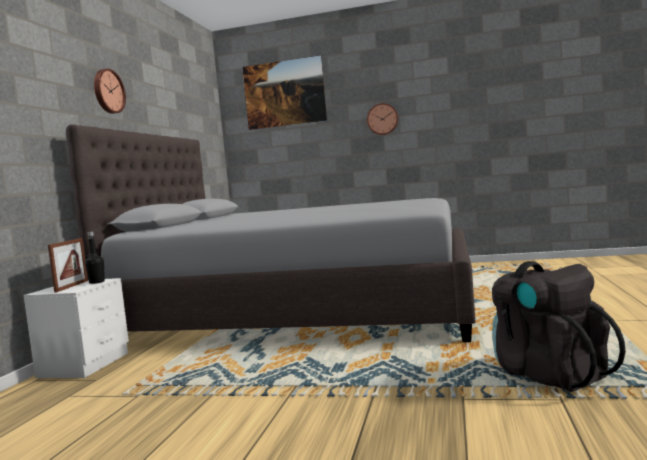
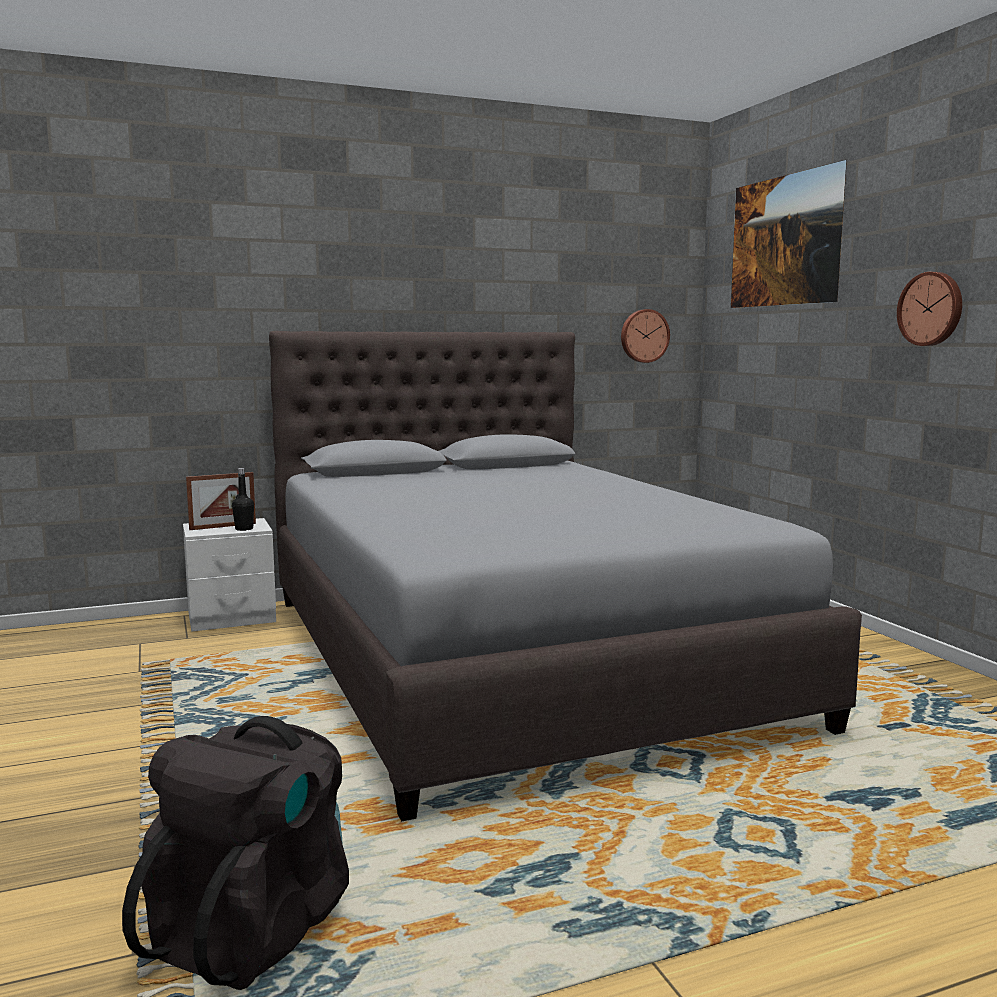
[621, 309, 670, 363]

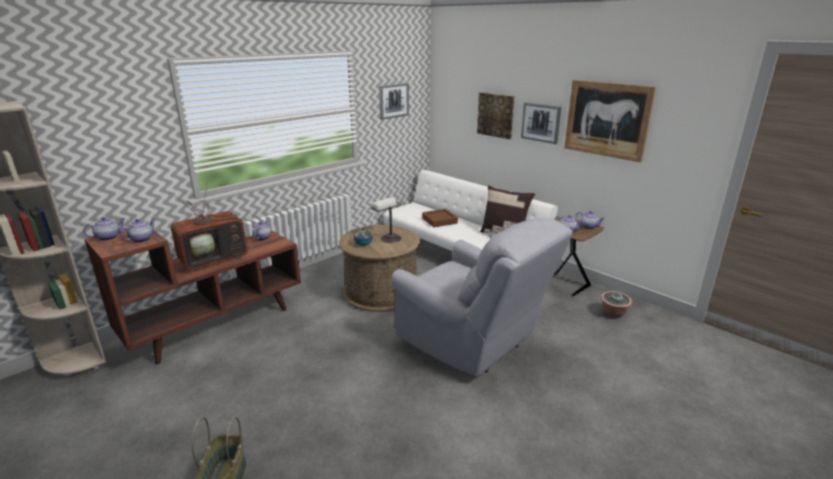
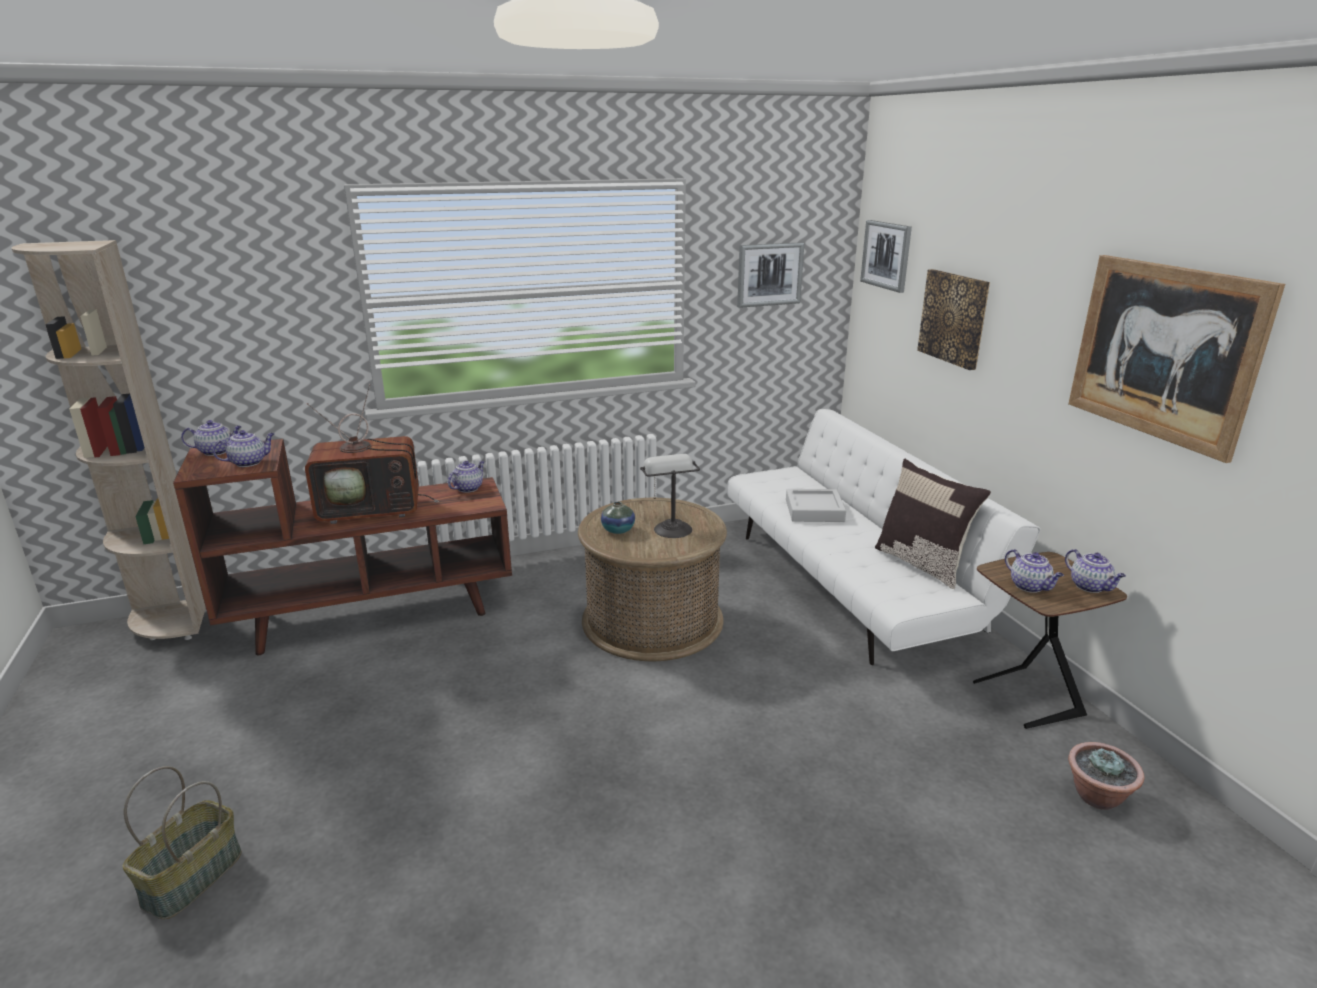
[391, 218, 573, 376] (first image)
[786, 489, 846, 522]
[860, 220, 912, 293]

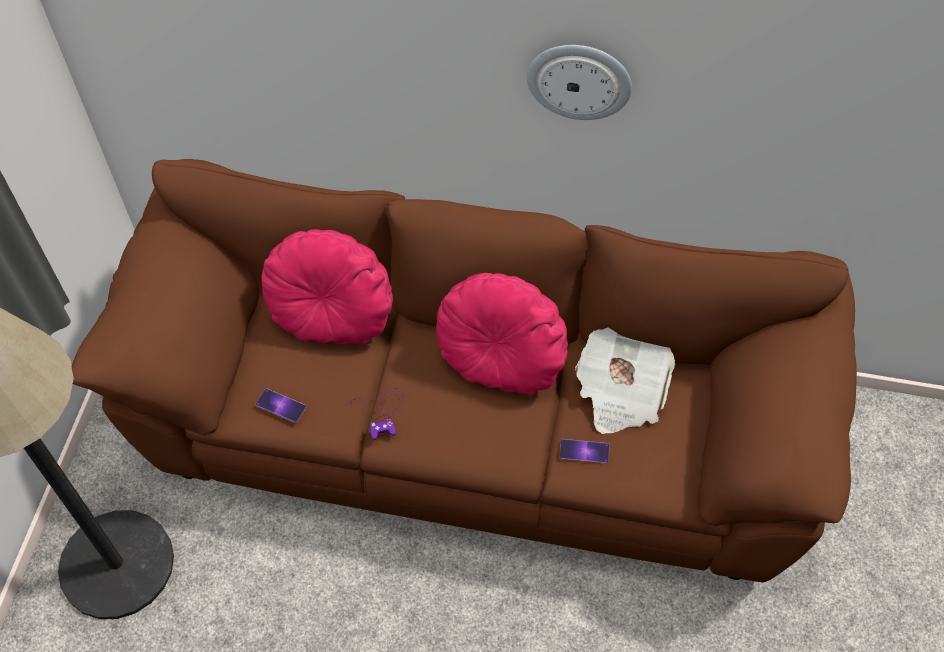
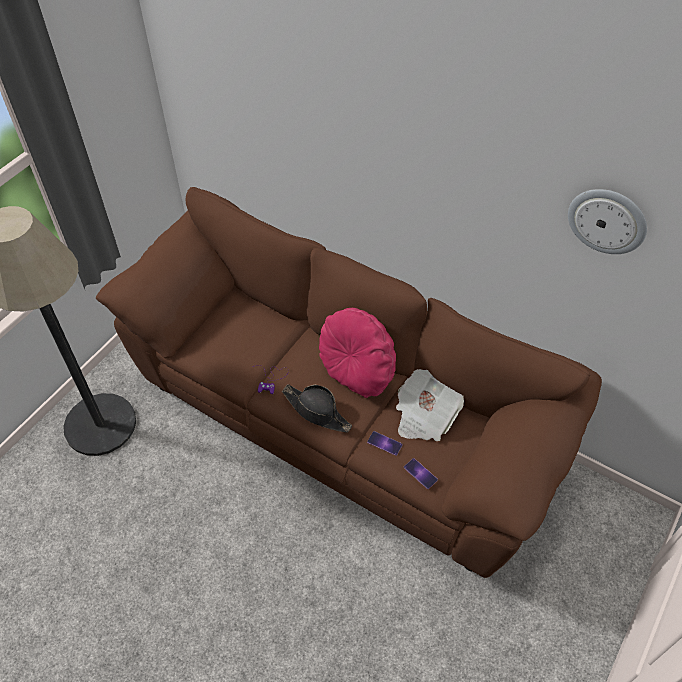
[404, 458, 438, 489]
[261, 229, 393, 344] (first image)
[568, 189, 647, 254]
[282, 384, 352, 433]

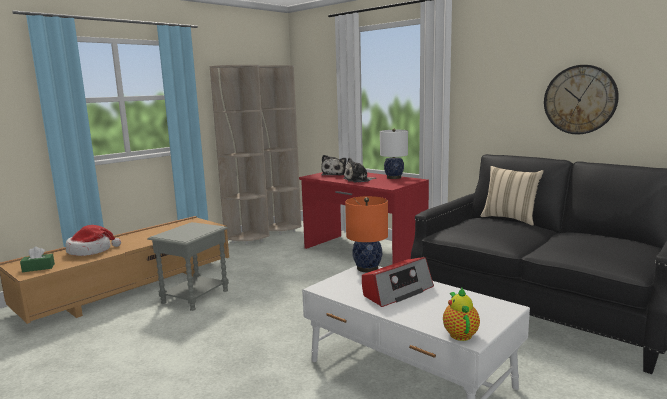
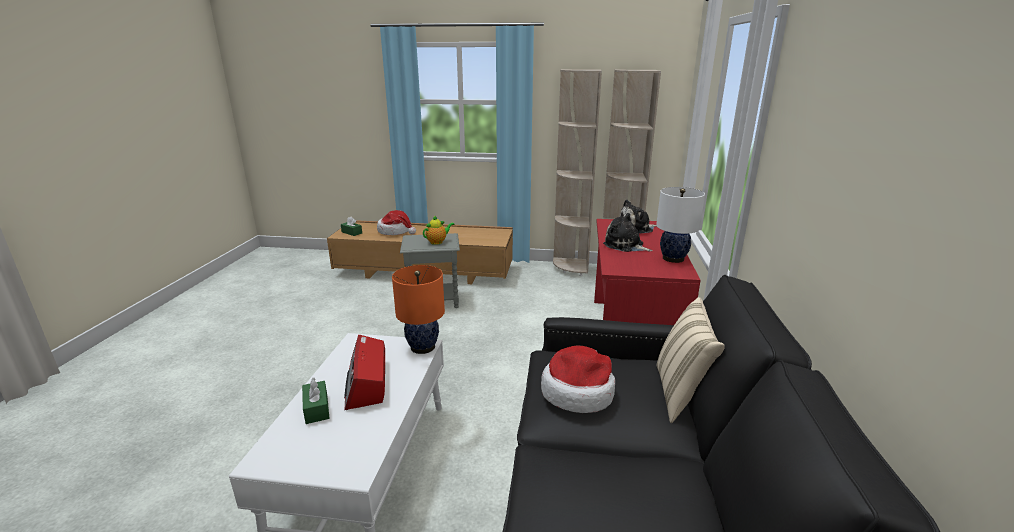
[344, 335, 385, 410]
[423, 215, 455, 245]
[544, 65, 619, 134] (first image)
[302, 378, 329, 424]
[541, 346, 615, 413]

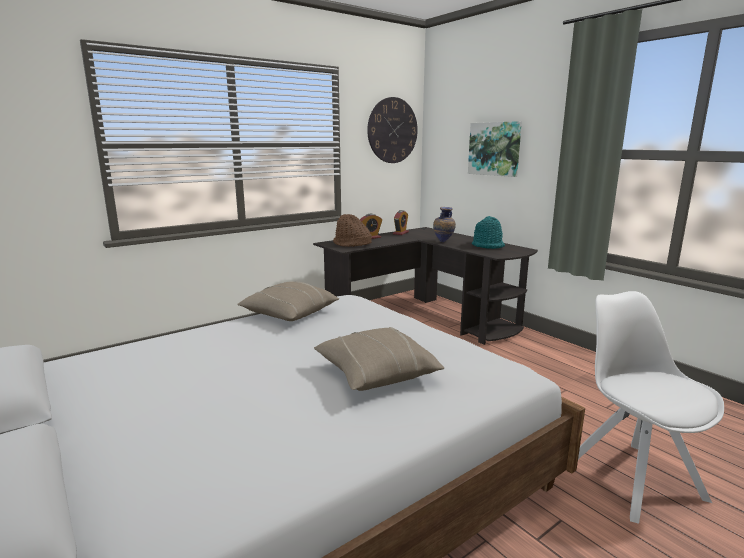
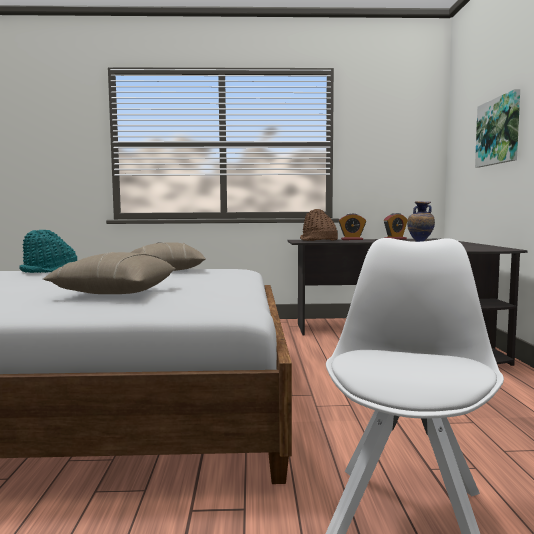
[367, 97, 418, 163] (first image)
[19, 230, 77, 273]

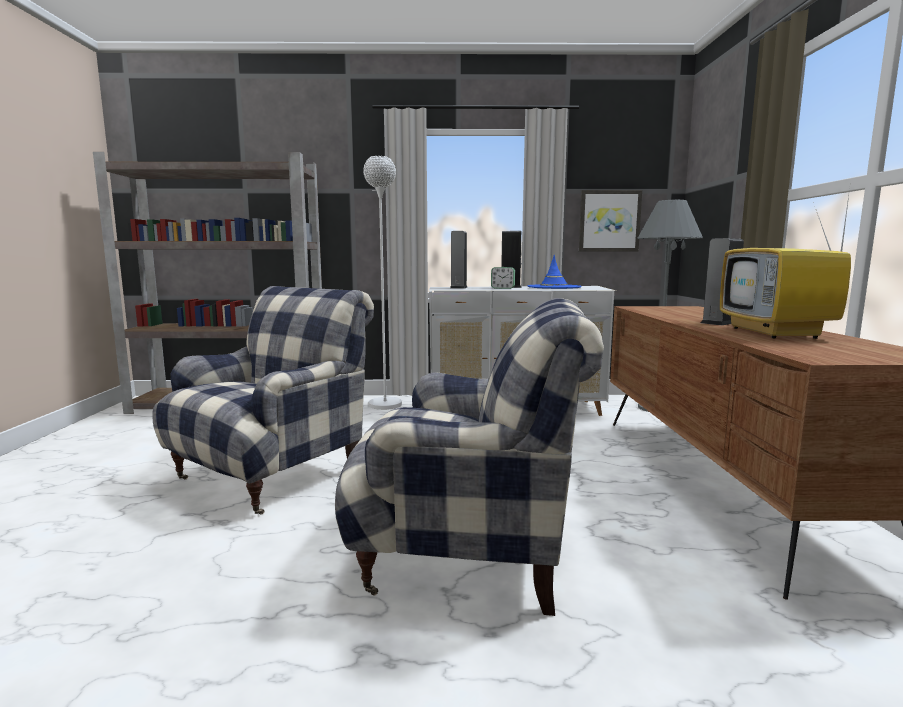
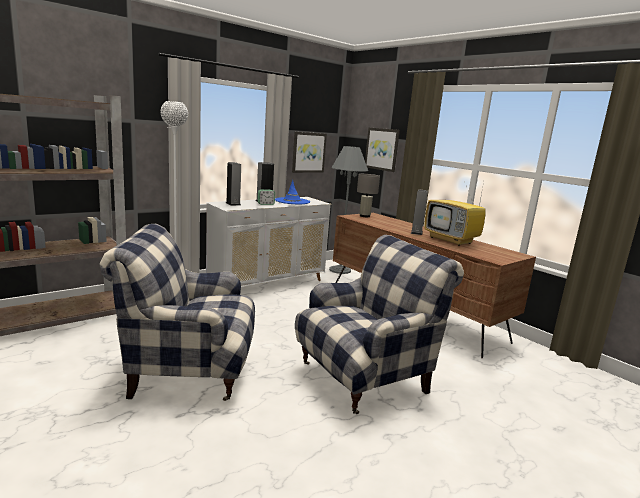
[100, 224, 255, 401]
[357, 174, 380, 217]
[365, 128, 400, 172]

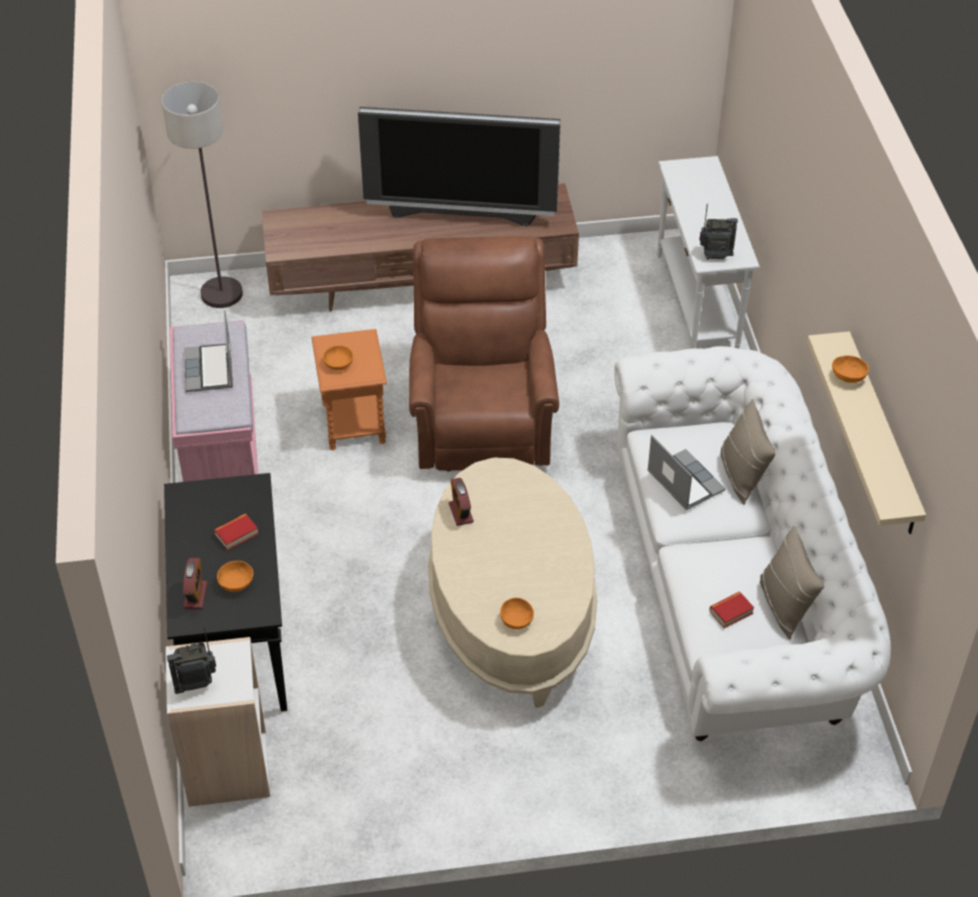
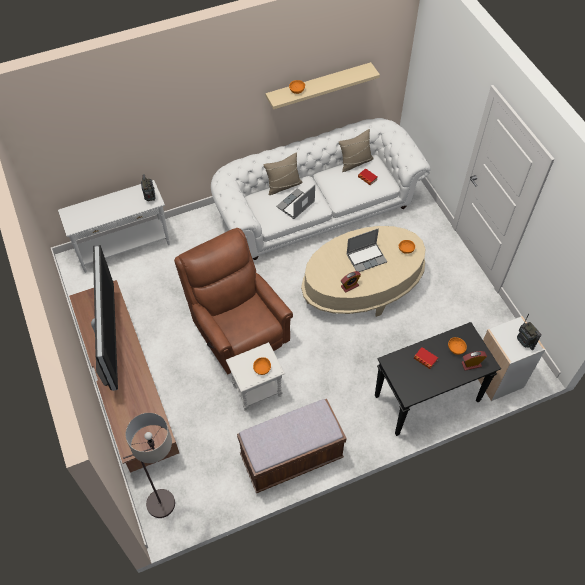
[237, 399, 347, 493]
[347, 228, 387, 272]
[226, 342, 285, 411]
[174, 228, 293, 374]

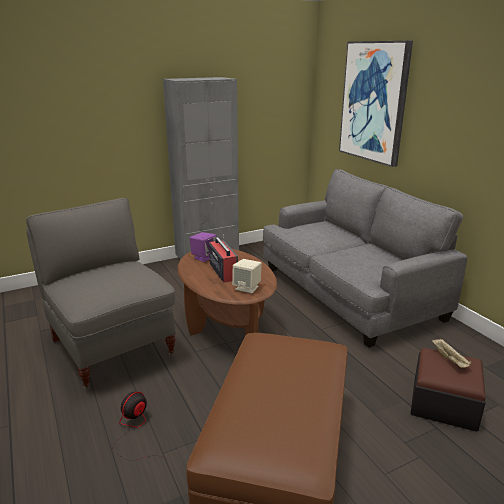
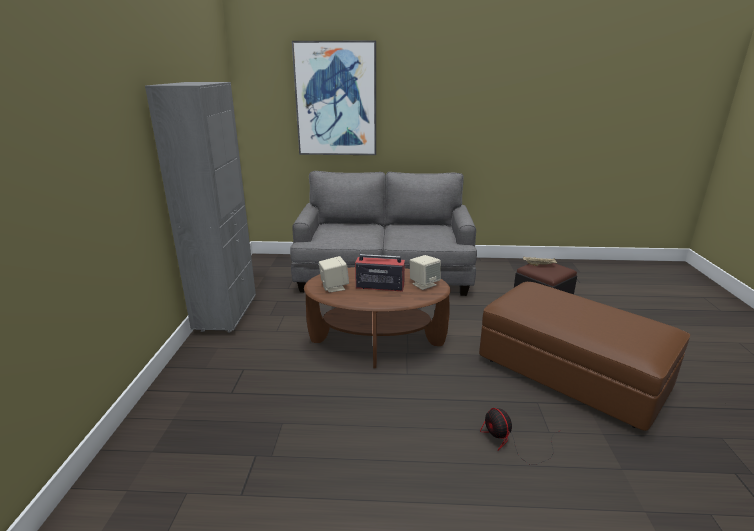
[26, 198, 176, 391] (first image)
[319, 256, 349, 292]

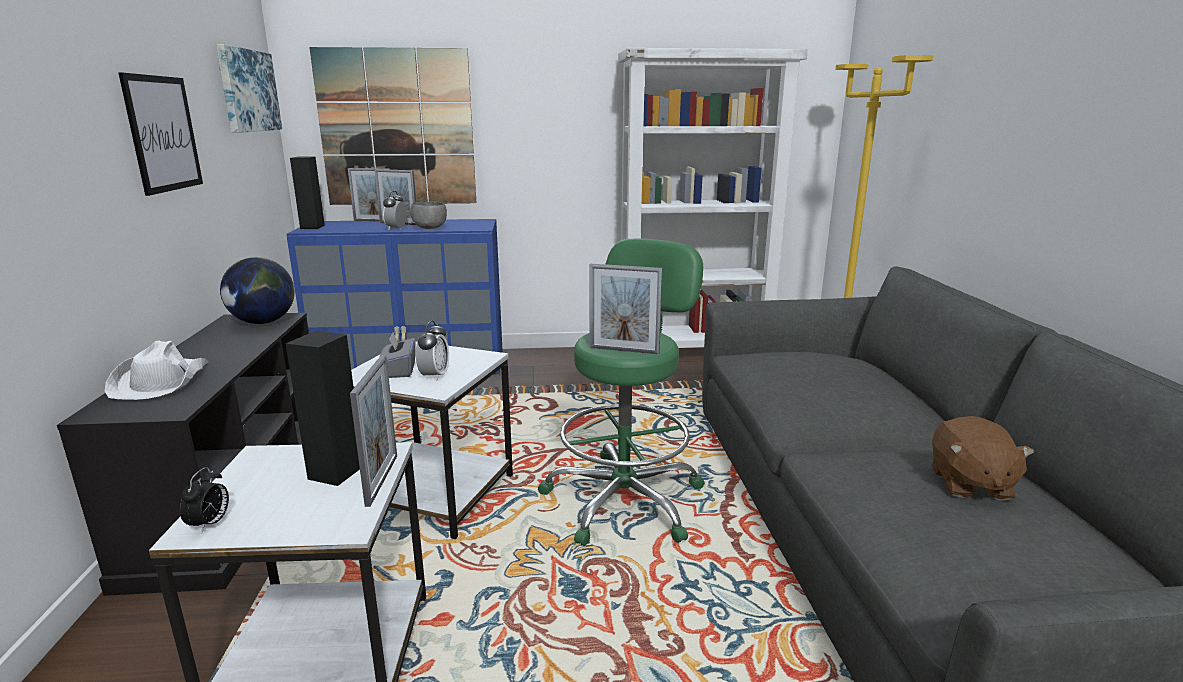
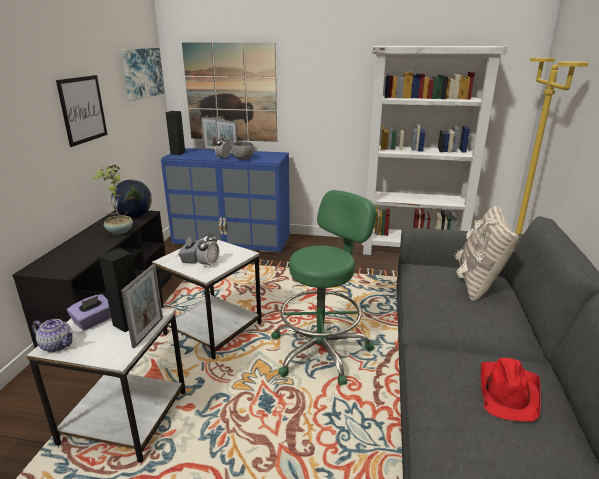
[105, 340, 208, 400] (first image)
[32, 319, 74, 352]
[590, 264, 663, 354] (first image)
[481, 358, 541, 422]
[67, 294, 111, 330]
[92, 165, 133, 235]
[453, 205, 519, 301]

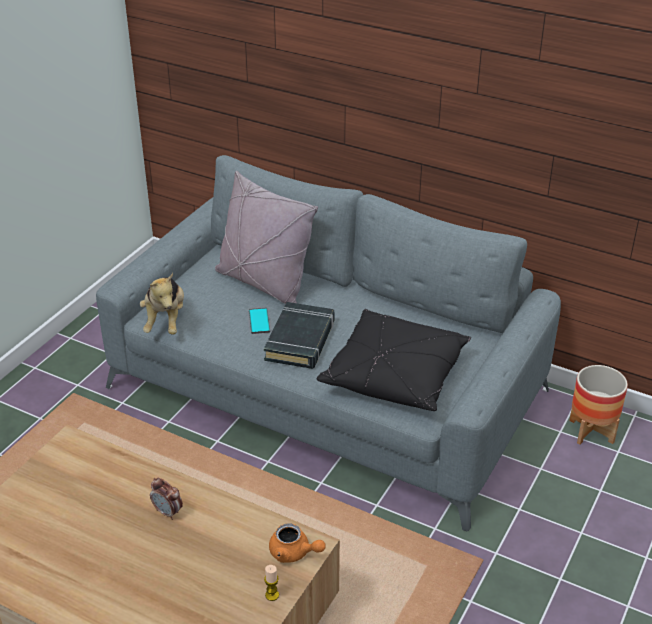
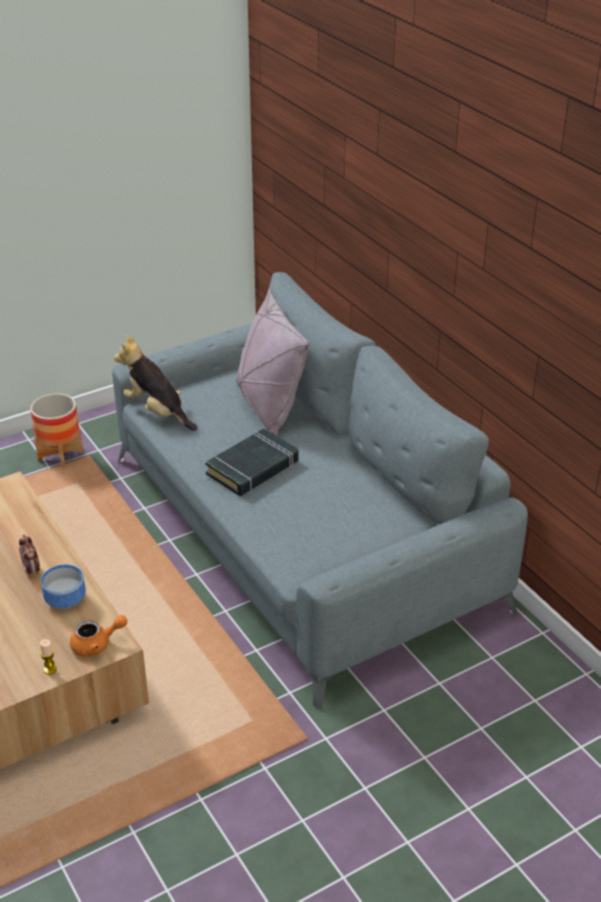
[114, 335, 197, 431]
[249, 308, 270, 334] (first image)
[70, 615, 127, 657]
[316, 309, 471, 411] (first image)
[30, 393, 84, 468]
[41, 564, 86, 609]

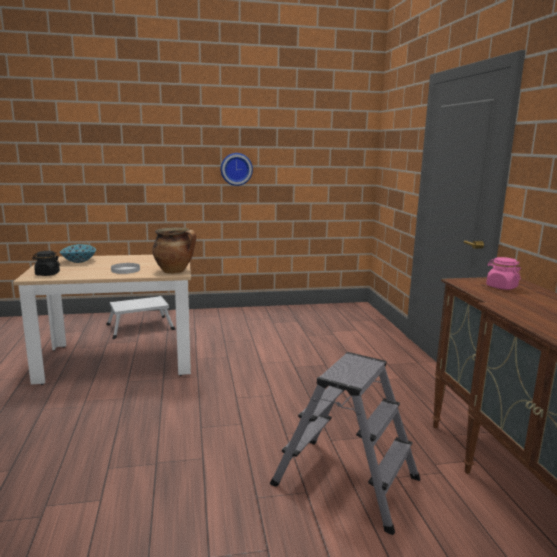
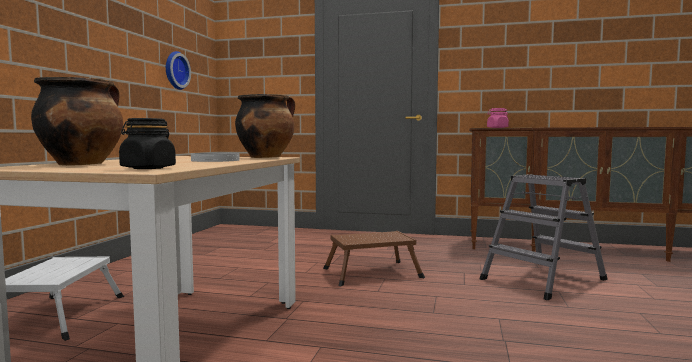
[31, 77, 123, 166]
[166, 51, 191, 90]
[323, 231, 425, 286]

